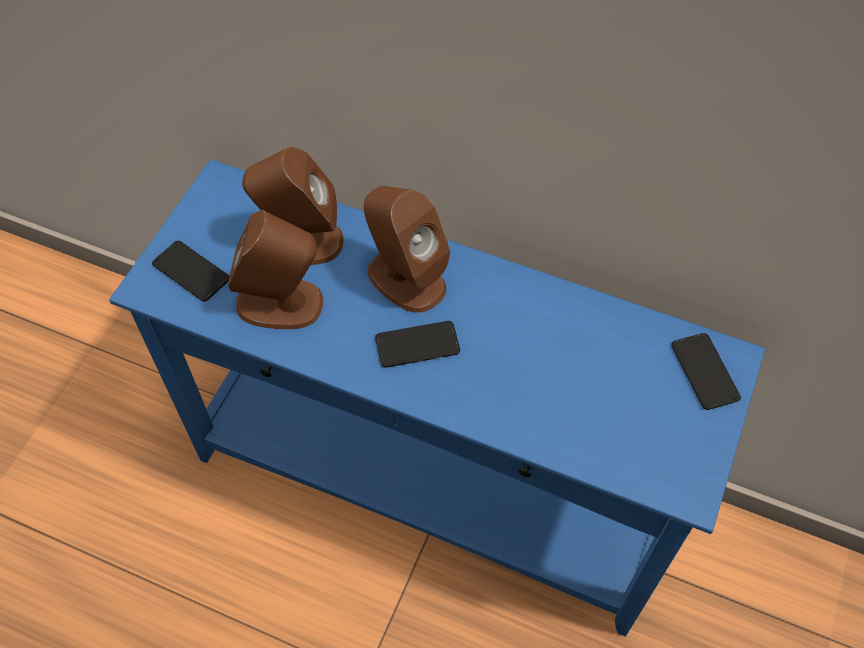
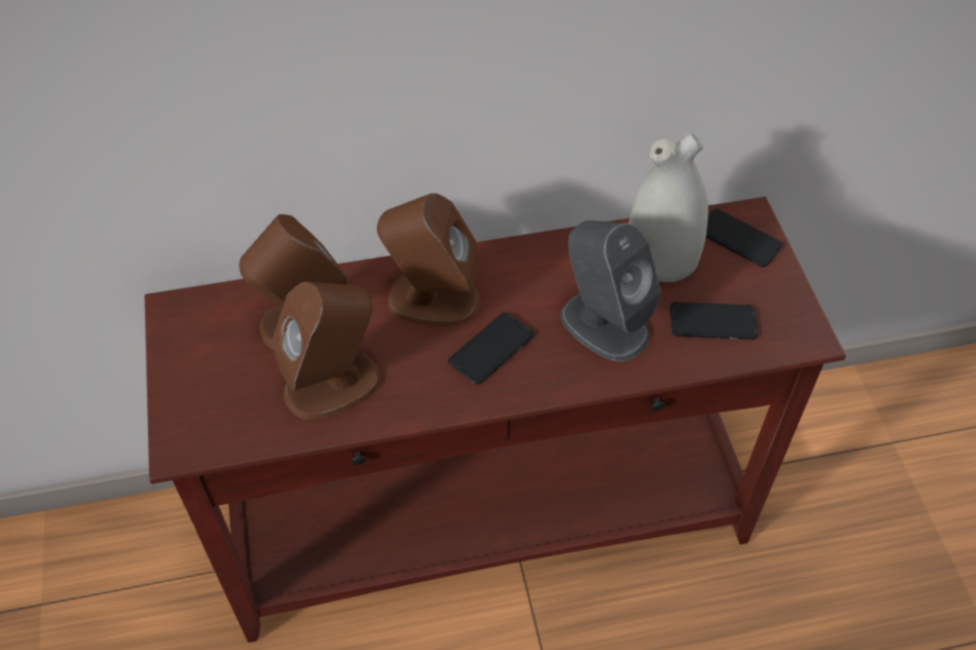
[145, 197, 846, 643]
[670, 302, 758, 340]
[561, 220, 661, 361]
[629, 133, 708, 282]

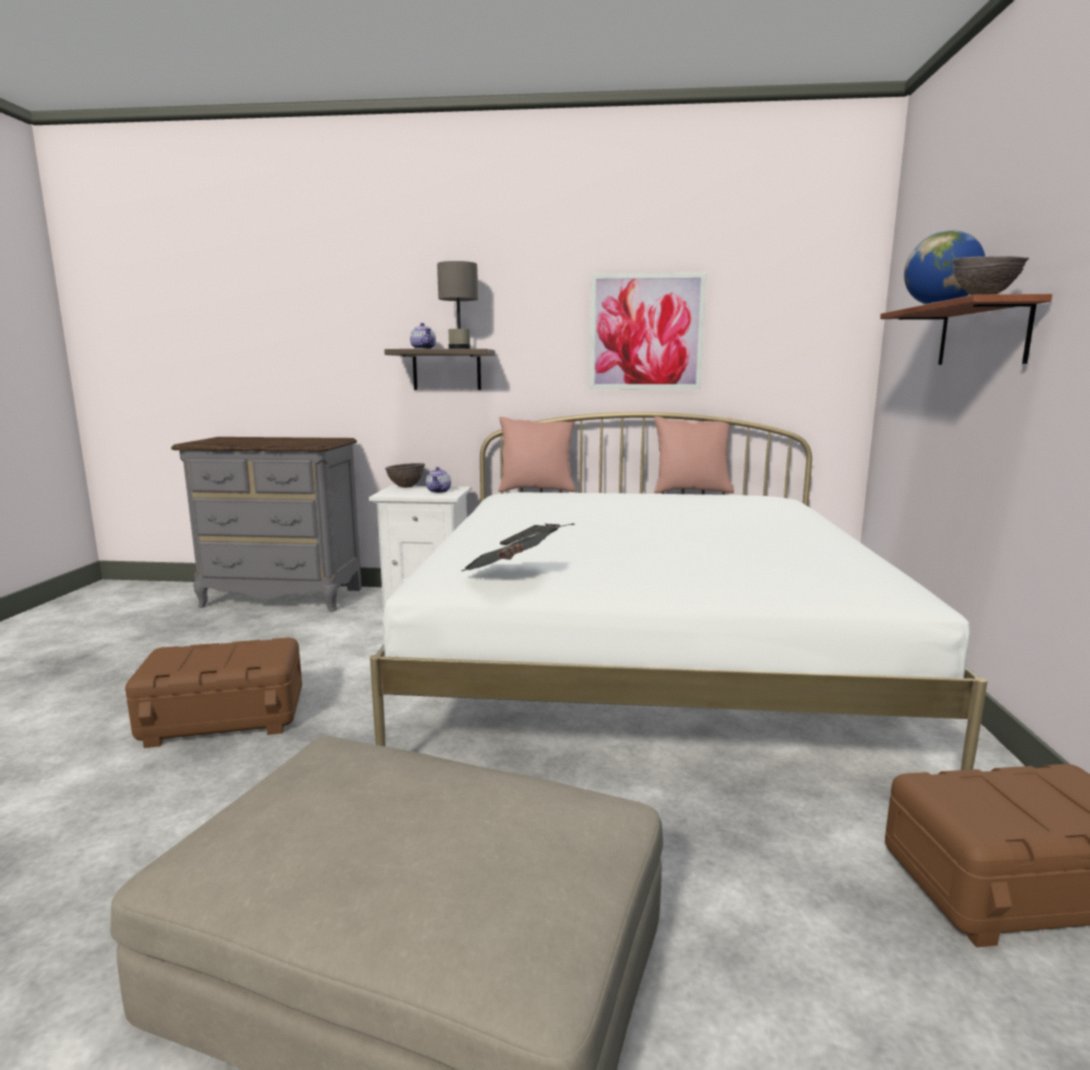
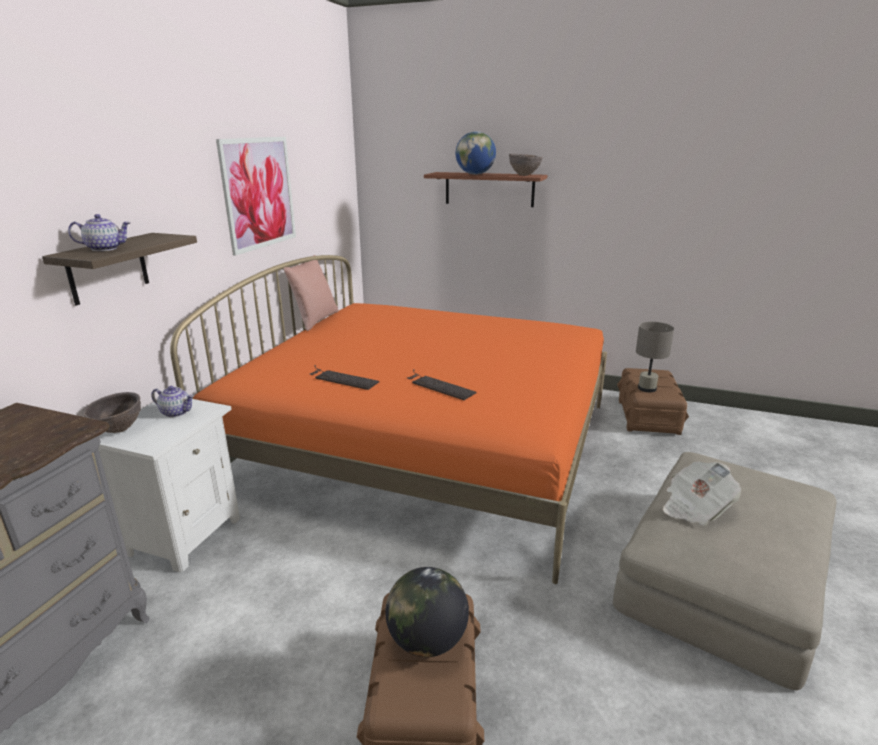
[170, 255, 607, 584]
[636, 322, 674, 392]
[663, 461, 741, 526]
[498, 417, 576, 492] (first image)
[310, 365, 379, 390]
[385, 567, 469, 657]

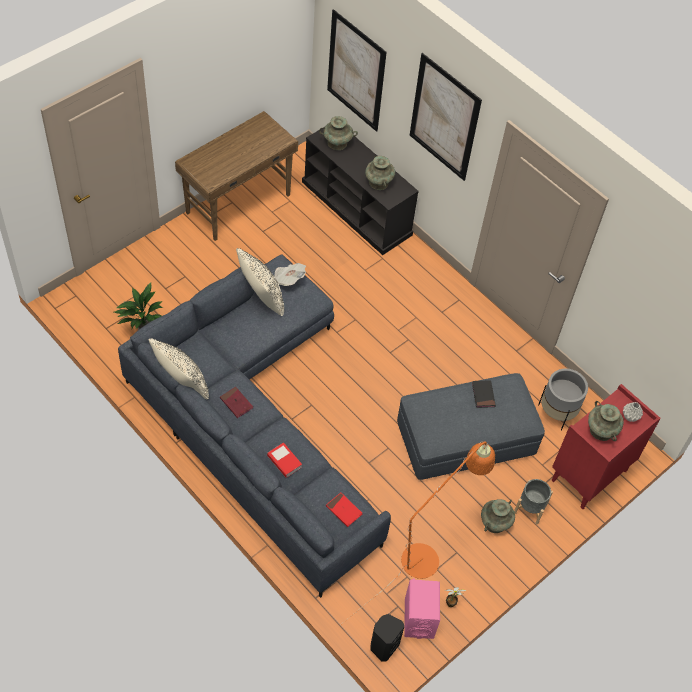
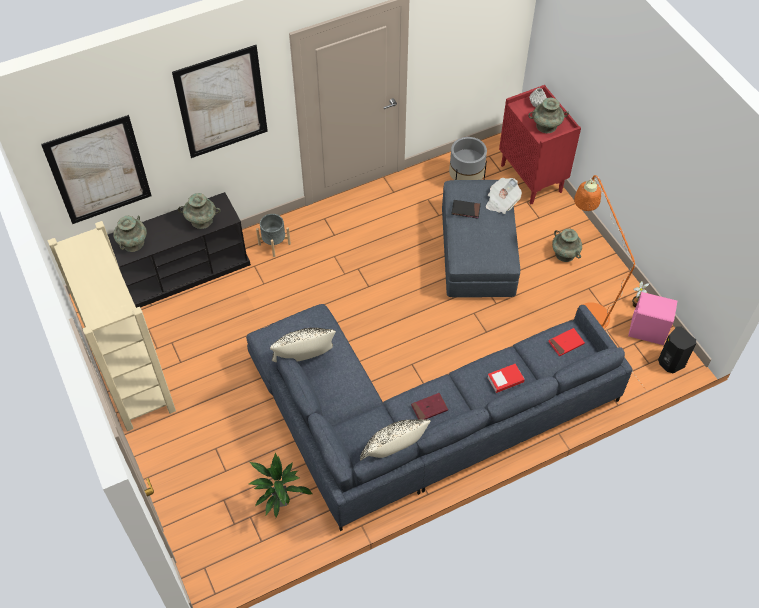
[48, 221, 176, 431]
[486, 178, 522, 214]
[256, 214, 291, 257]

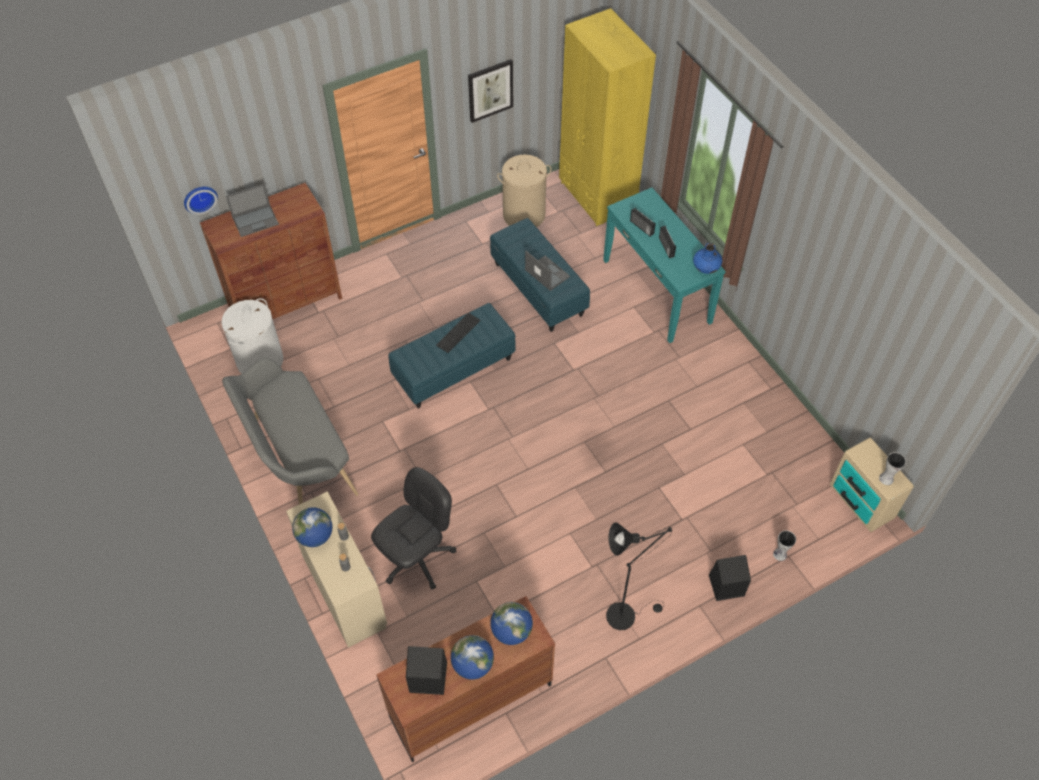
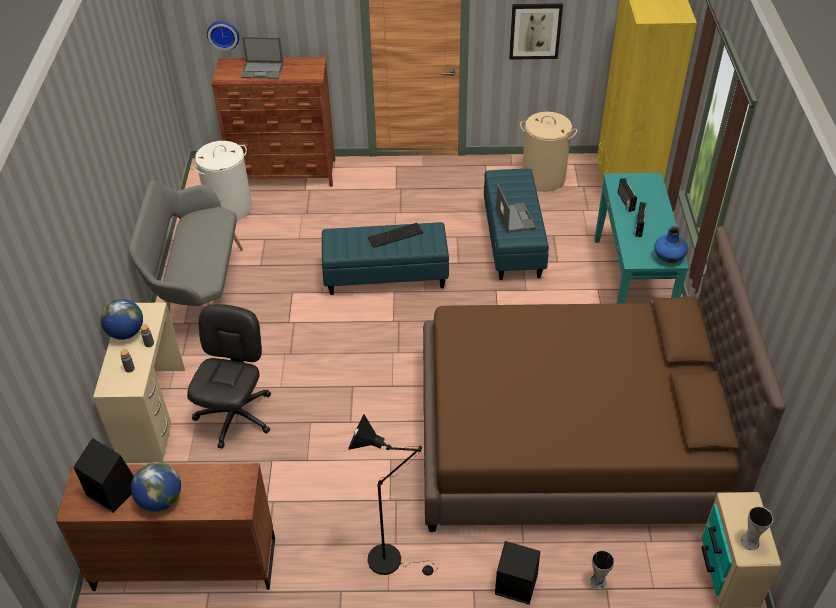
[187, 304, 271, 449]
[490, 602, 533, 645] (first image)
[423, 226, 786, 532]

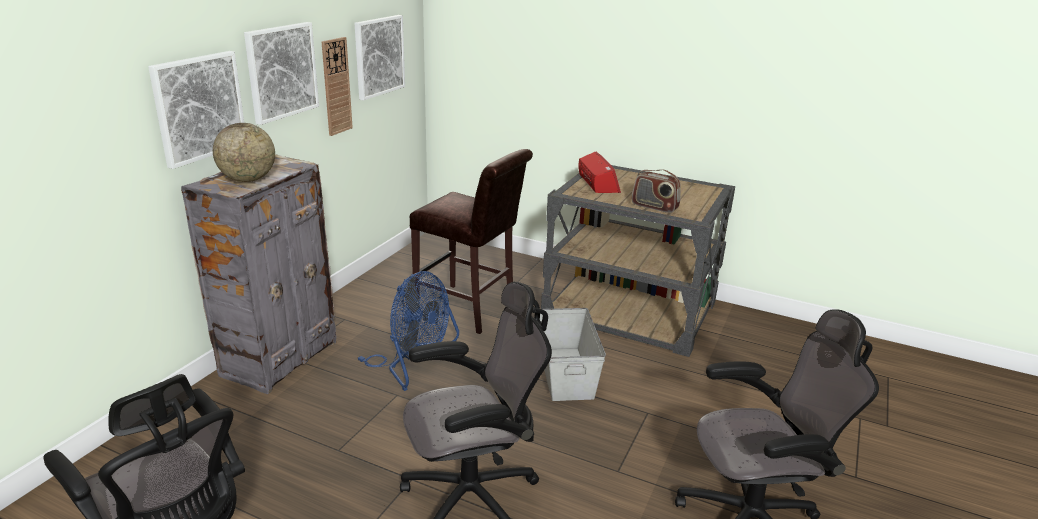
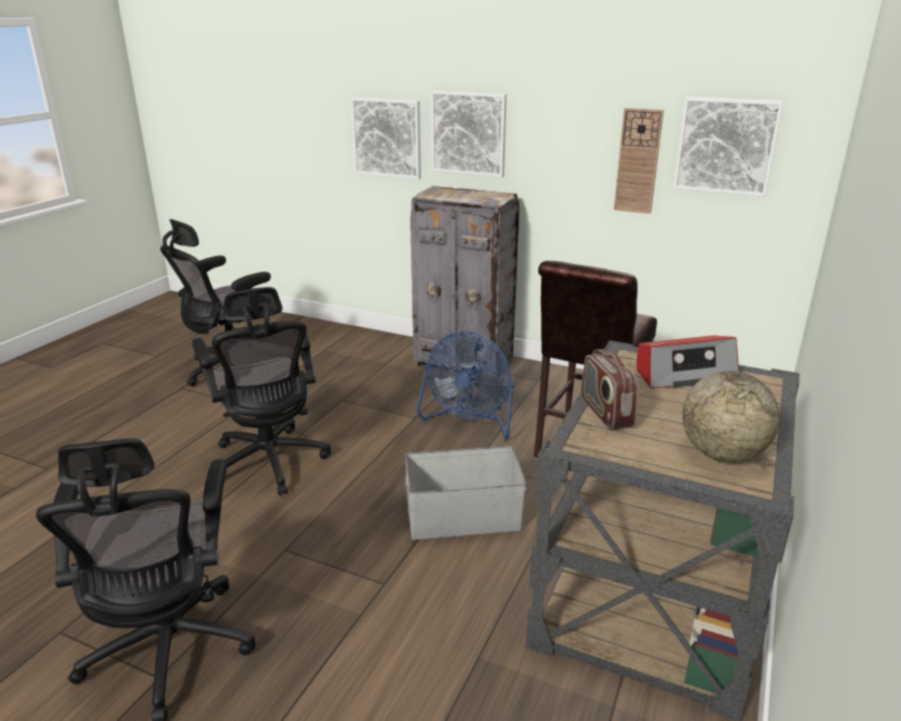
[682, 371, 780, 462]
[351, 97, 421, 180]
[581, 349, 638, 429]

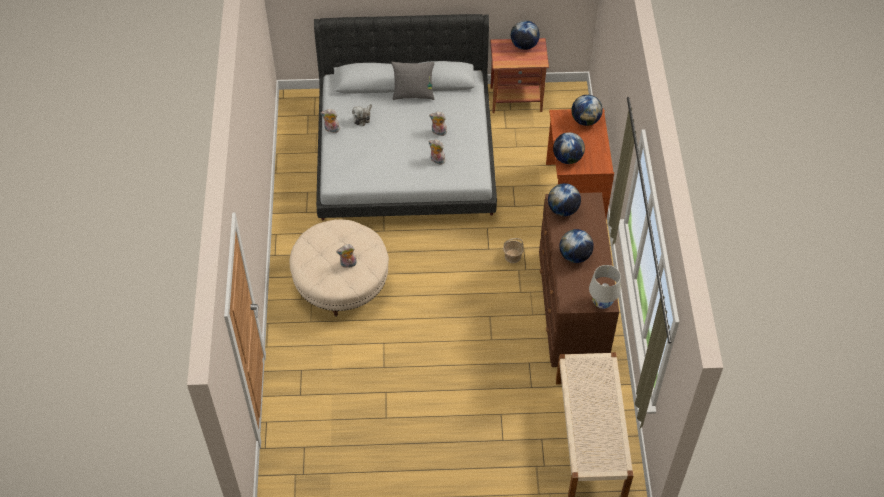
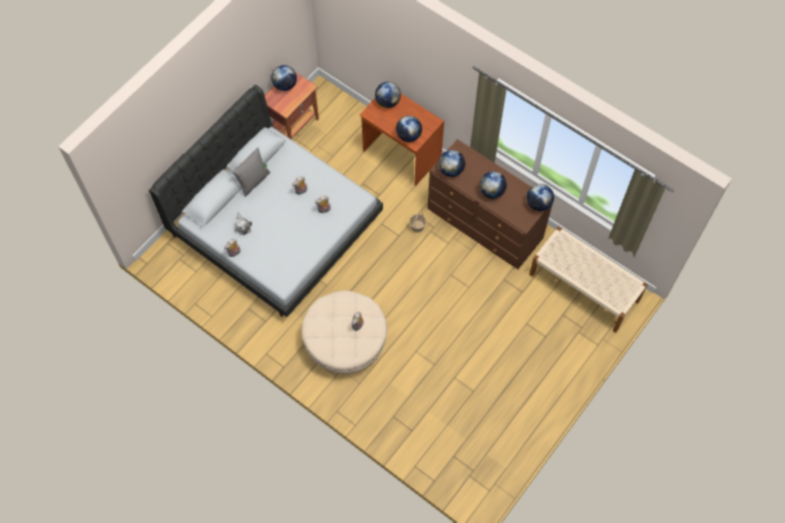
[527, 184, 554, 211]

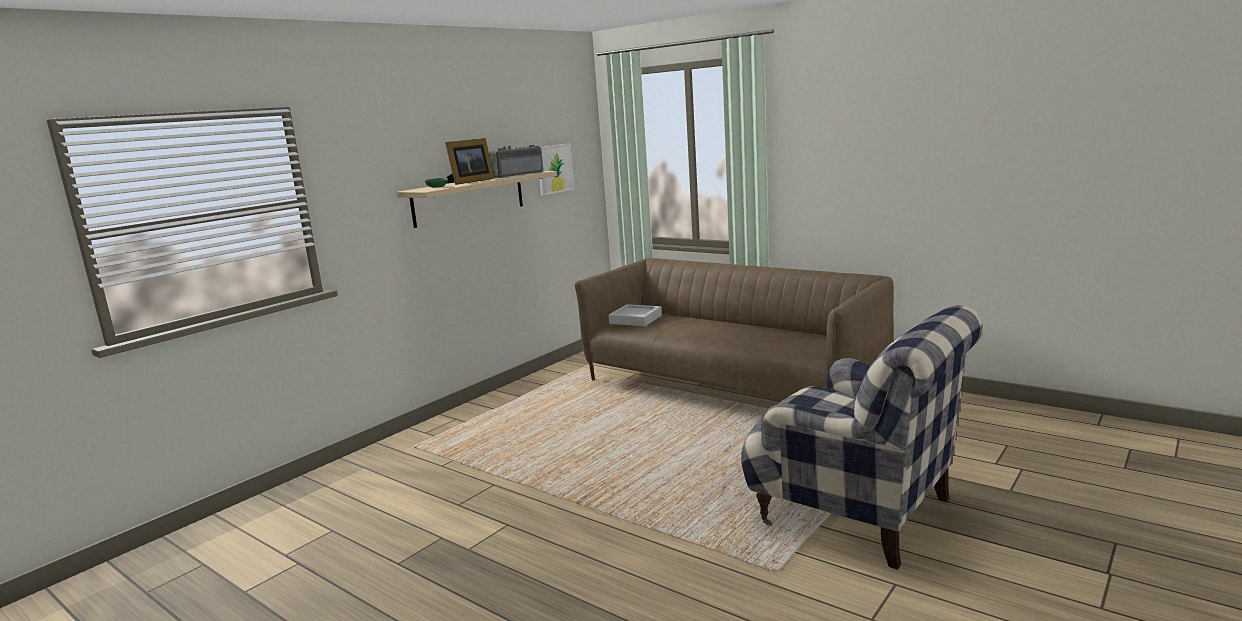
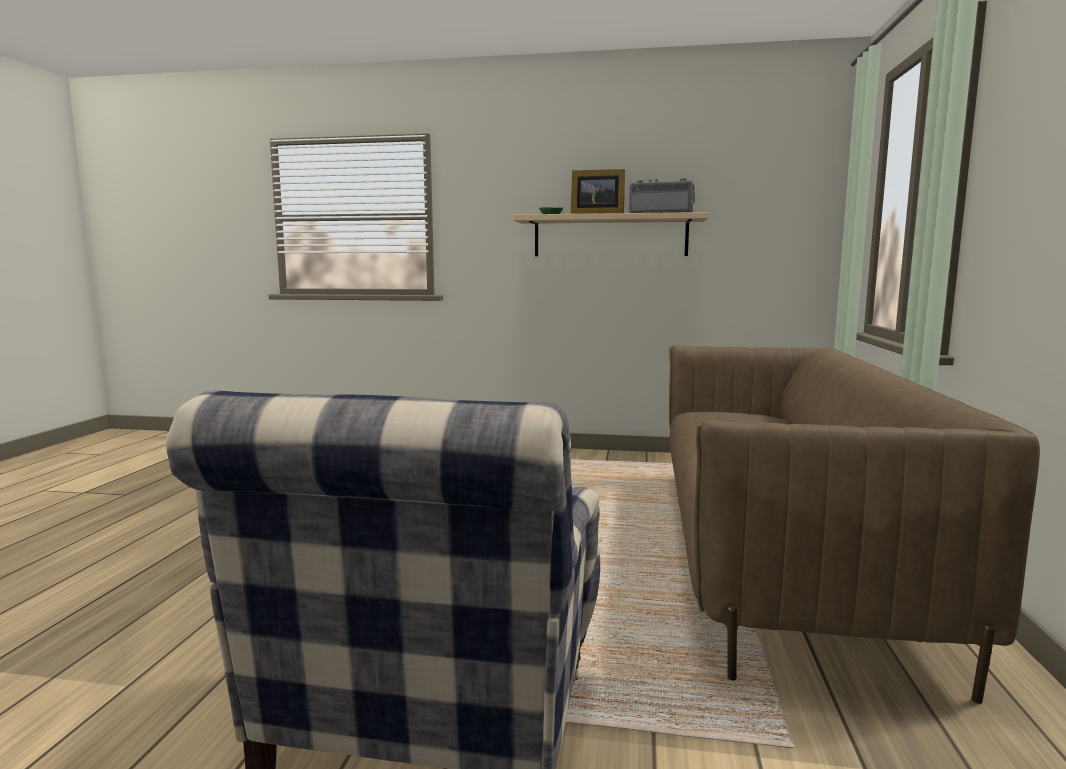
[539, 143, 574, 195] (first image)
[609, 304, 662, 326] (first image)

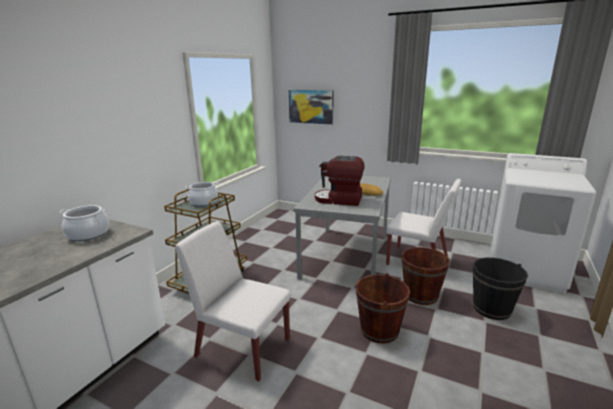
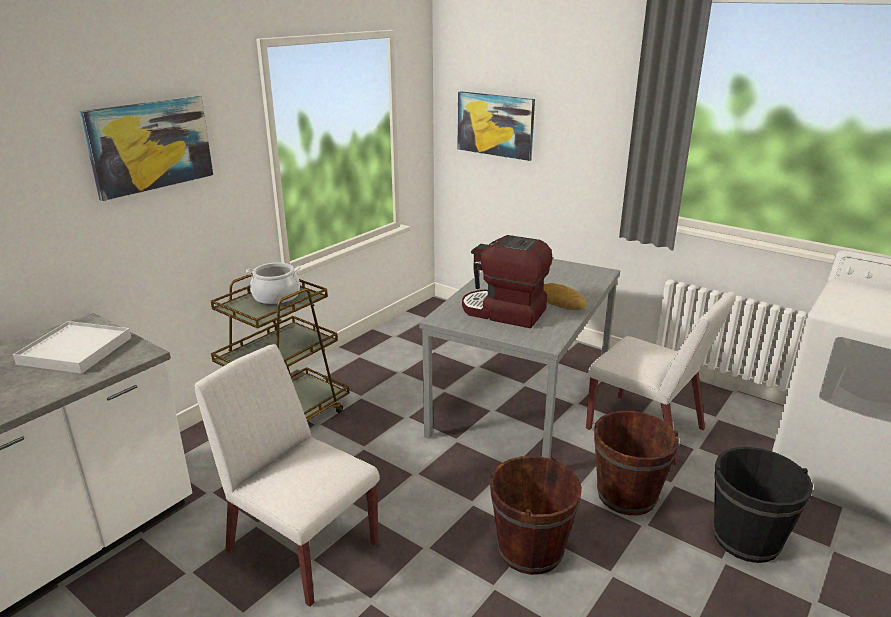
[13, 321, 131, 374]
[80, 96, 213, 201]

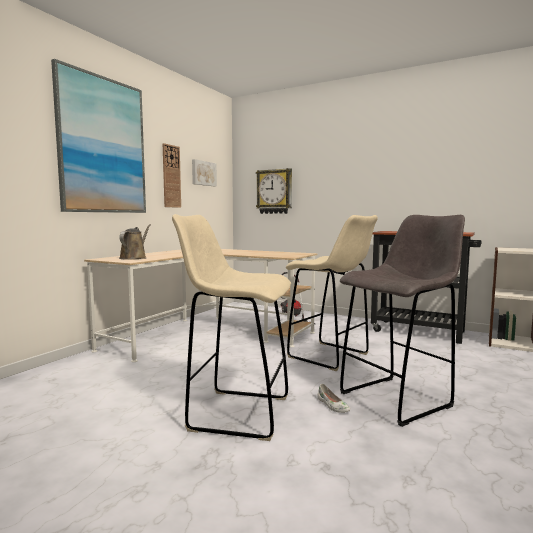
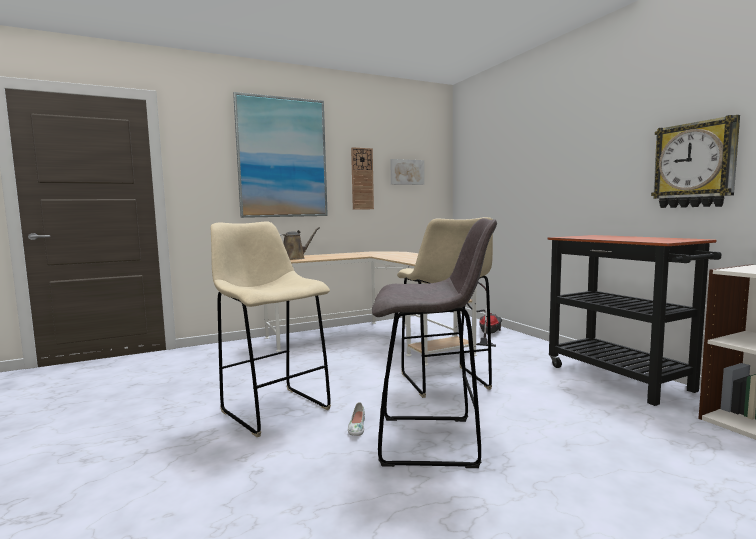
[651, 115, 740, 208]

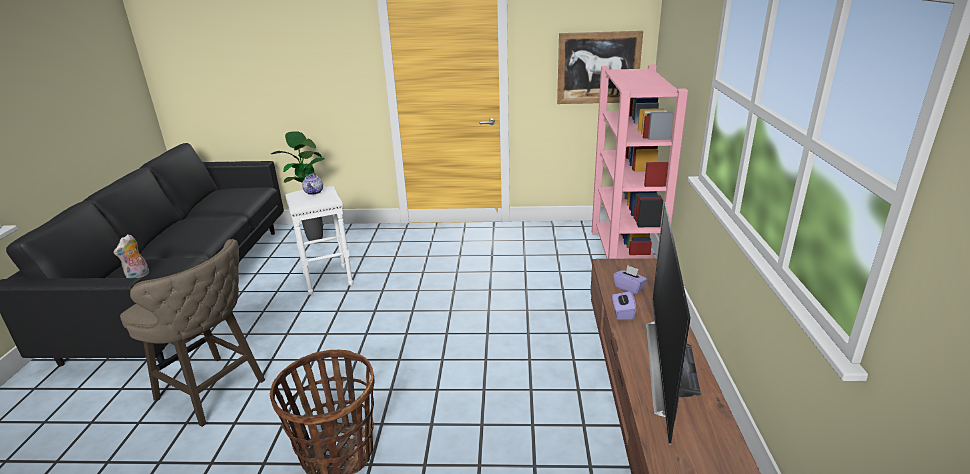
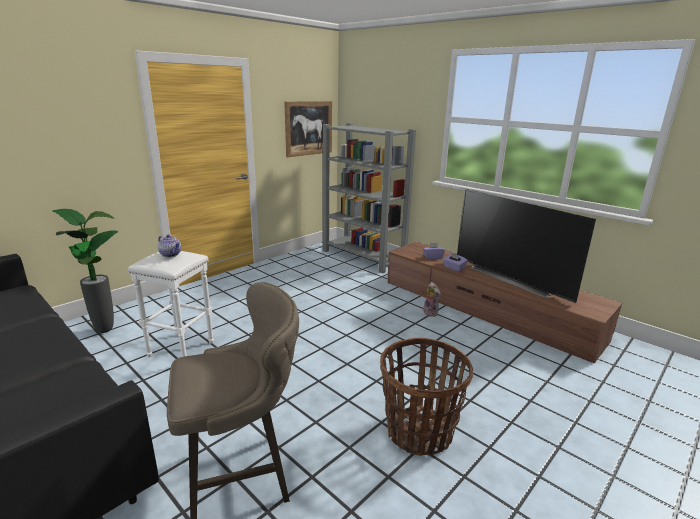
[423, 282, 441, 317]
[323, 123, 416, 273]

